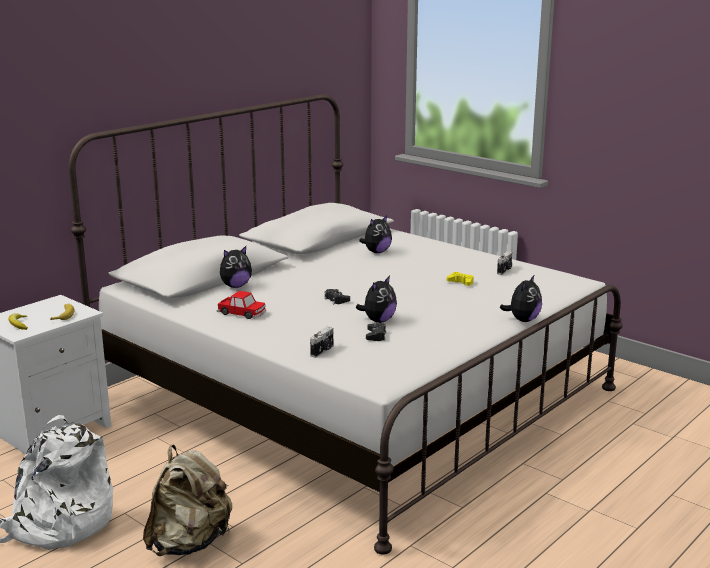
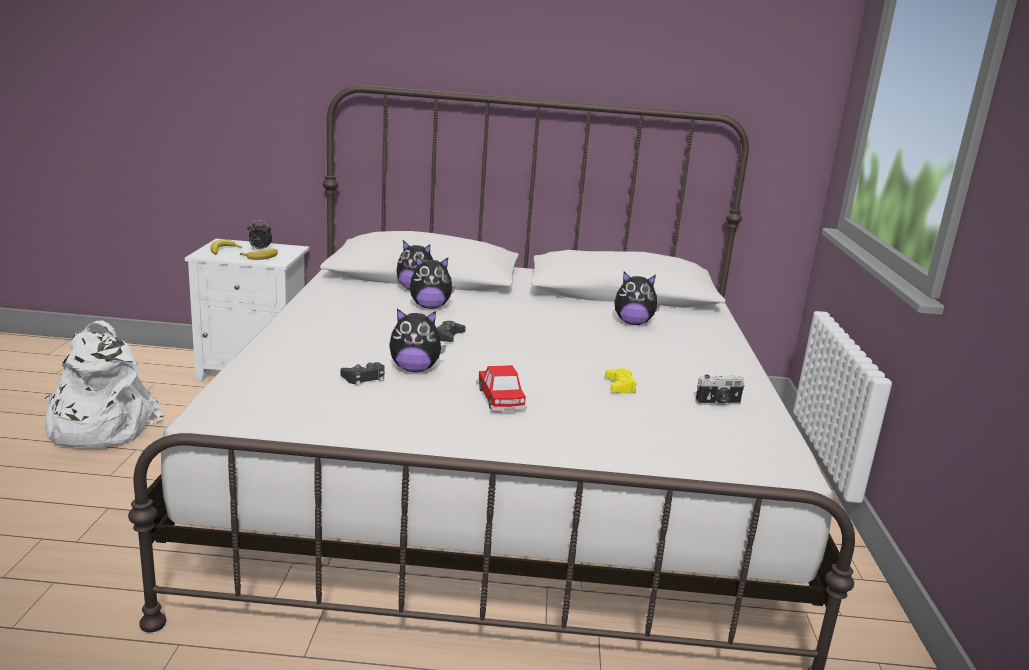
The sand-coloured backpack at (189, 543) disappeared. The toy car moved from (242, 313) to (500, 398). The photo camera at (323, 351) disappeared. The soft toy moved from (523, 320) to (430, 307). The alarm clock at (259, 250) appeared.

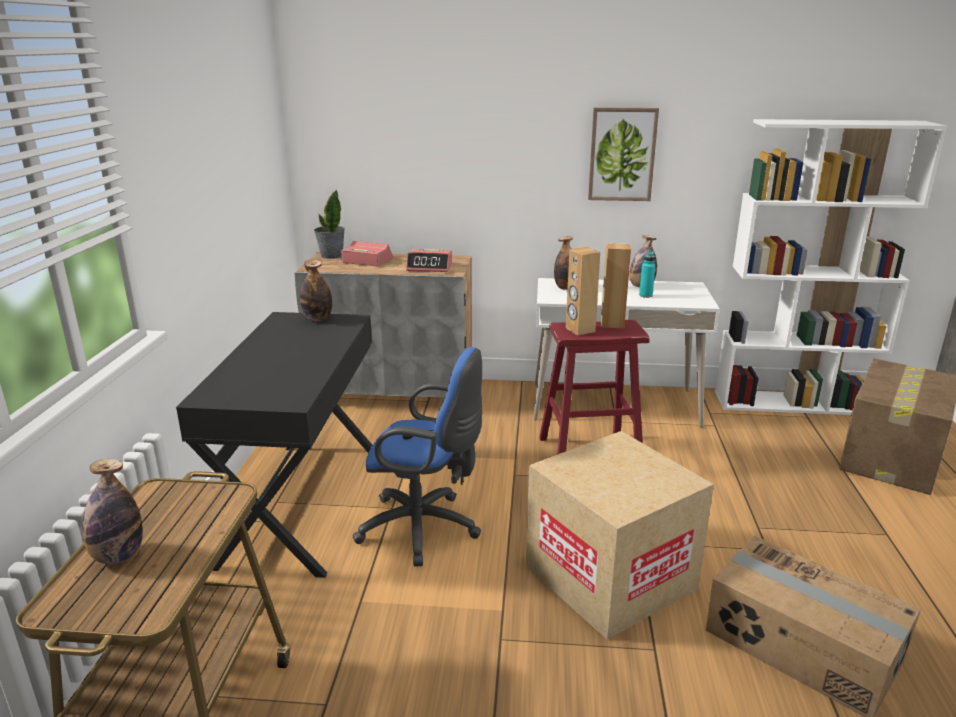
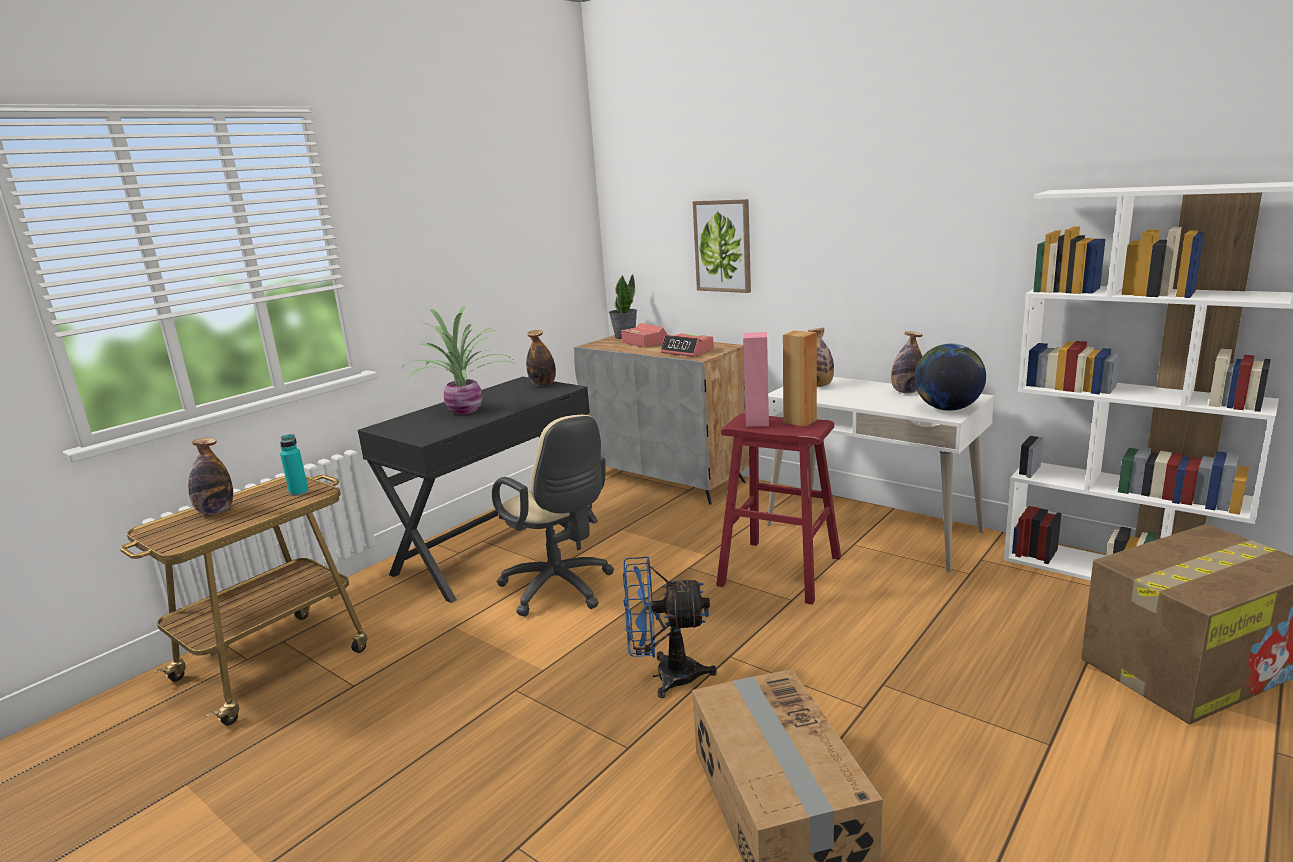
The bluish desk chair at (425, 529) became the sand-coloured desk chair at (561, 590). The packing box at (610, 577) was replaced by the bluish cooling fan at (665, 676). The brownish audio speaker at (579, 330) became the pinkish audio speaker at (756, 422). The picture moved from (622, 154) to (723, 246). The turquoise-coloured beverage bottle moved from (645, 295) to (299, 492). The houseplant at (466, 410) appeared. The world globe at (947, 408) appeared.

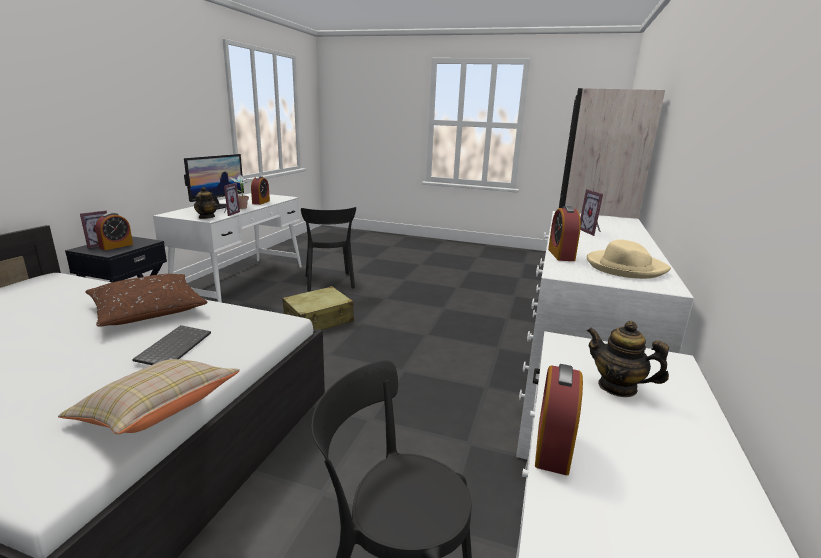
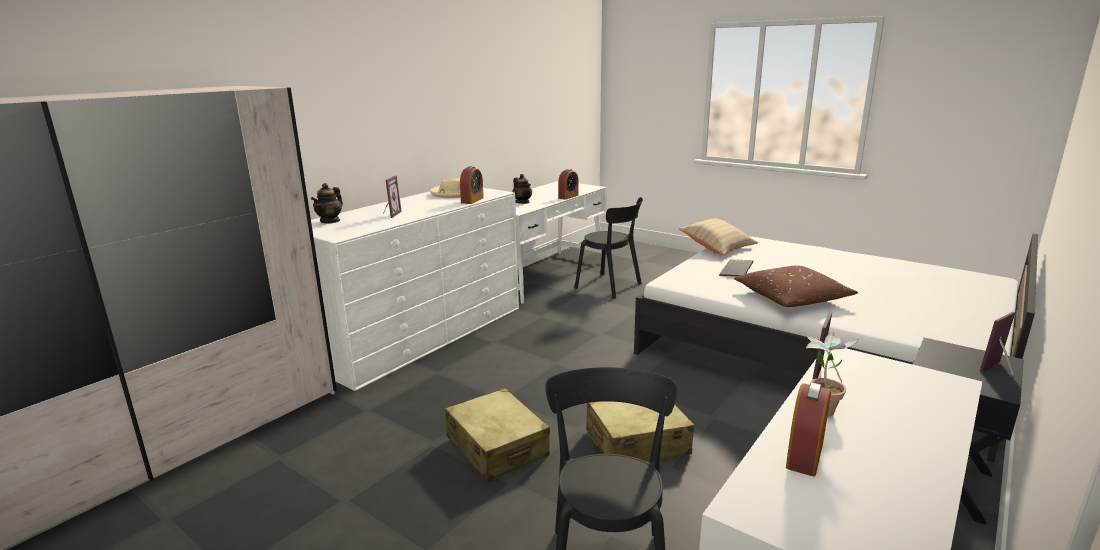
The alarm clock at (116, 246) disappeared. The monitor at (217, 207) disappeared. The tea pot moved from (206, 217) to (330, 221). The sand-coloured piece of luggage at (497, 447) appeared.

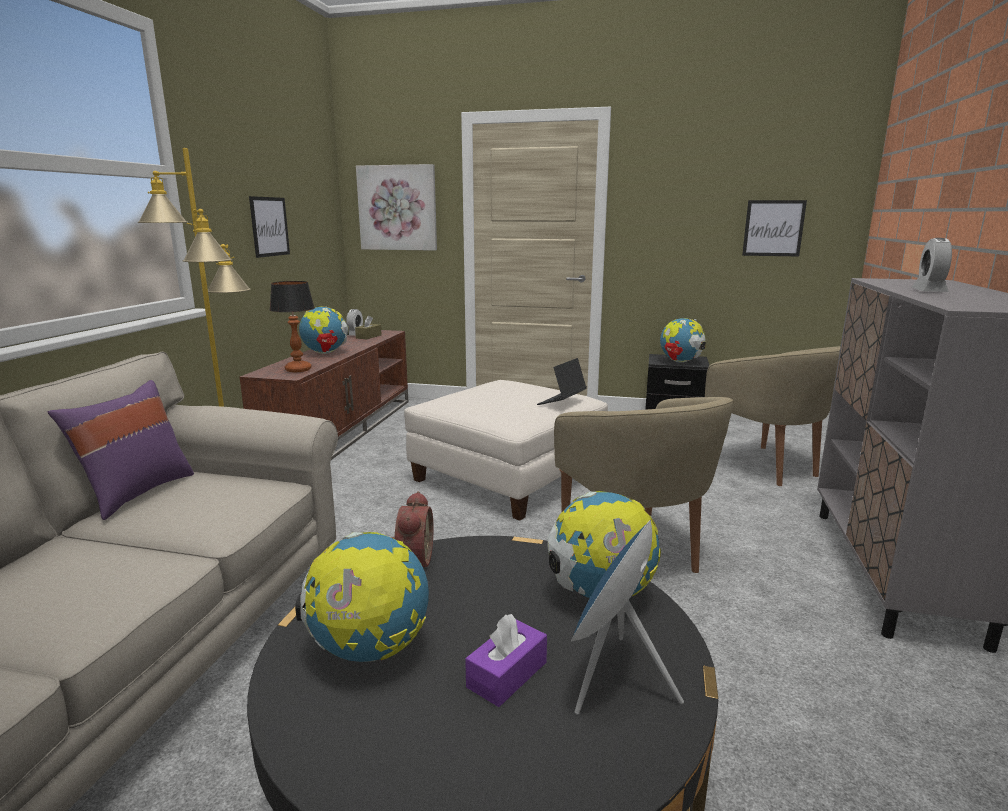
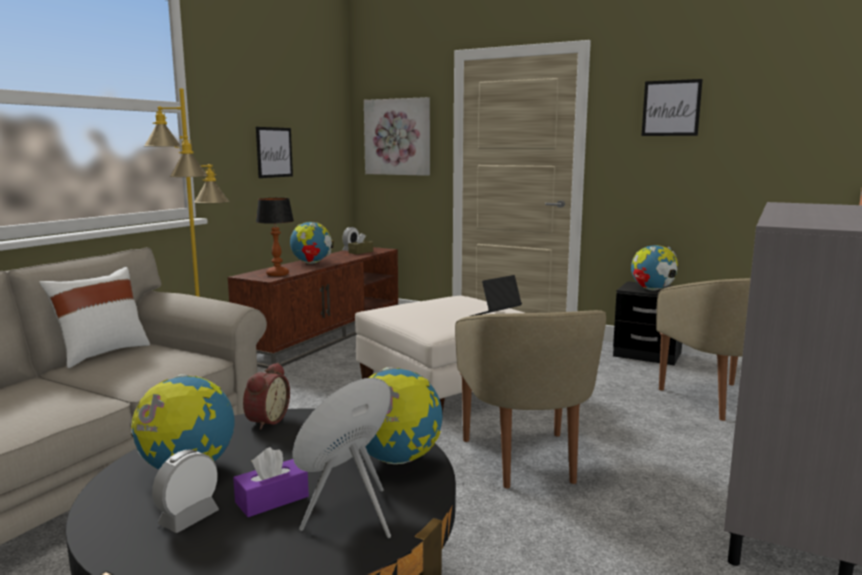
The purplish pillow at (136, 493) became the white pillow at (102, 353). The picture moved from (773, 228) to (671, 108). The alarm clock moved from (929, 291) to (189, 518).

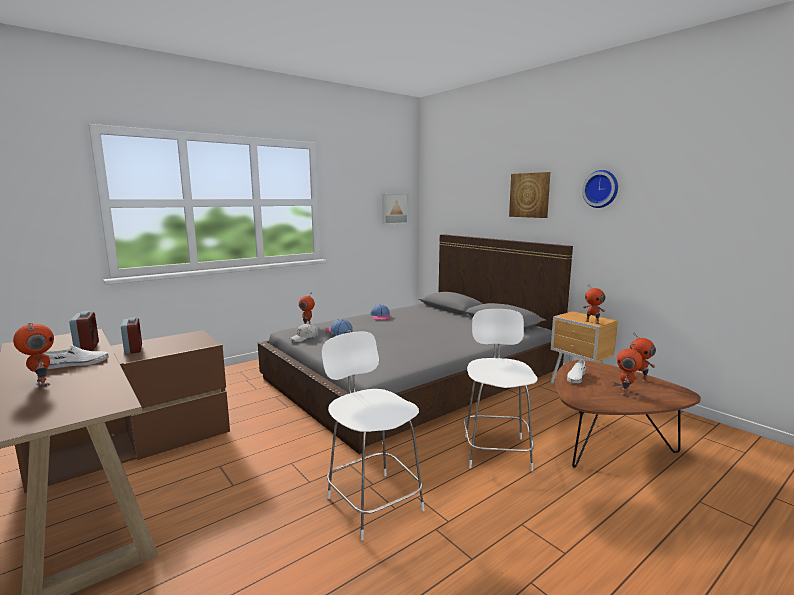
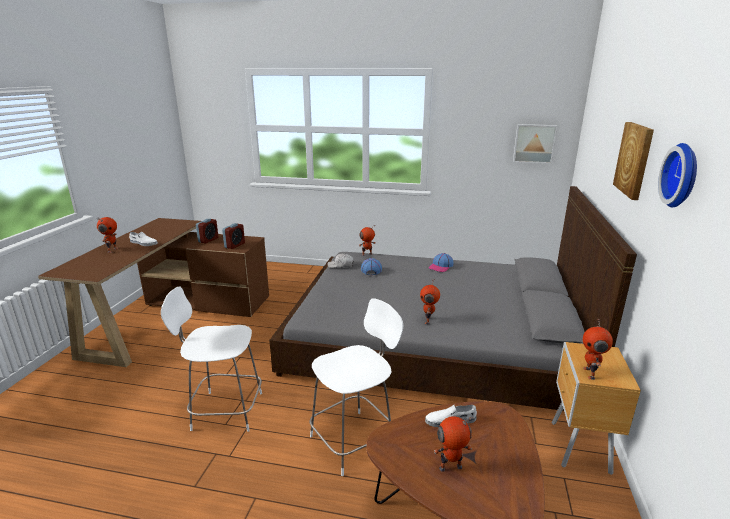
The alarm clock moved from (87, 347) to (234, 245). The white upright chair at (372, 502) turned 105 degrees counterclockwise. The model robot moved from (639, 378) to (428, 320).

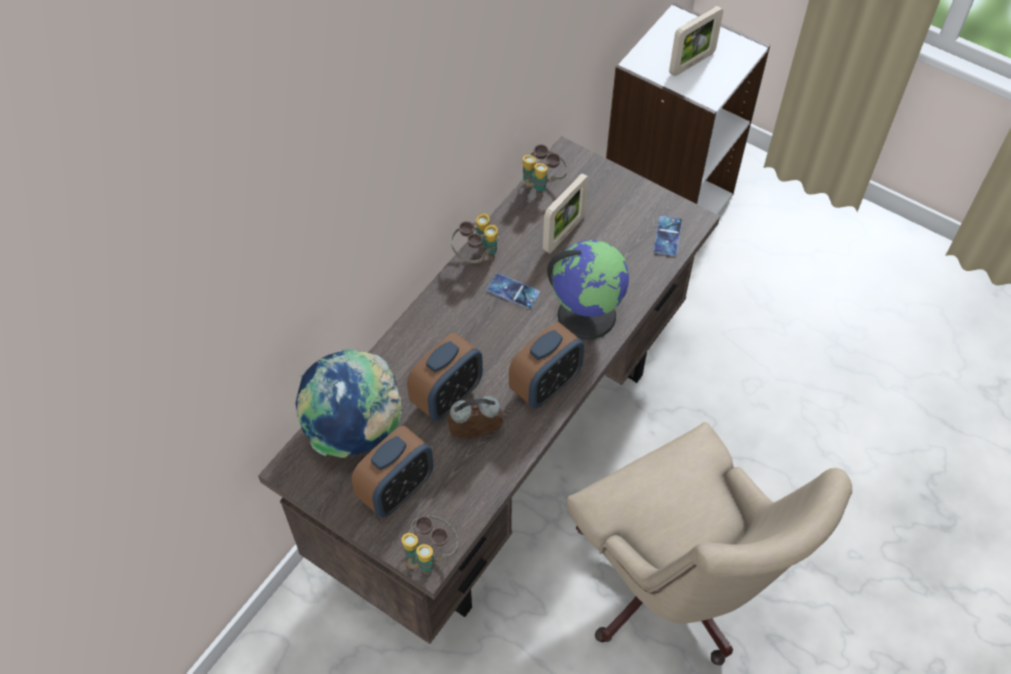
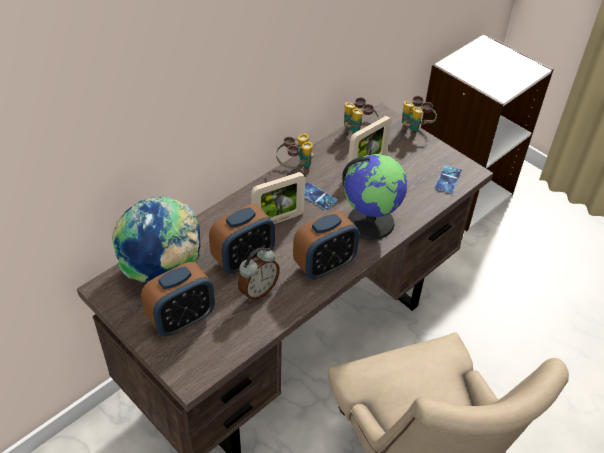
The pair of binoculars moved from (429, 555) to (415, 129). The alarm clock at (476, 434) turned 135 degrees clockwise. The photo frame moved from (692, 63) to (278, 220).

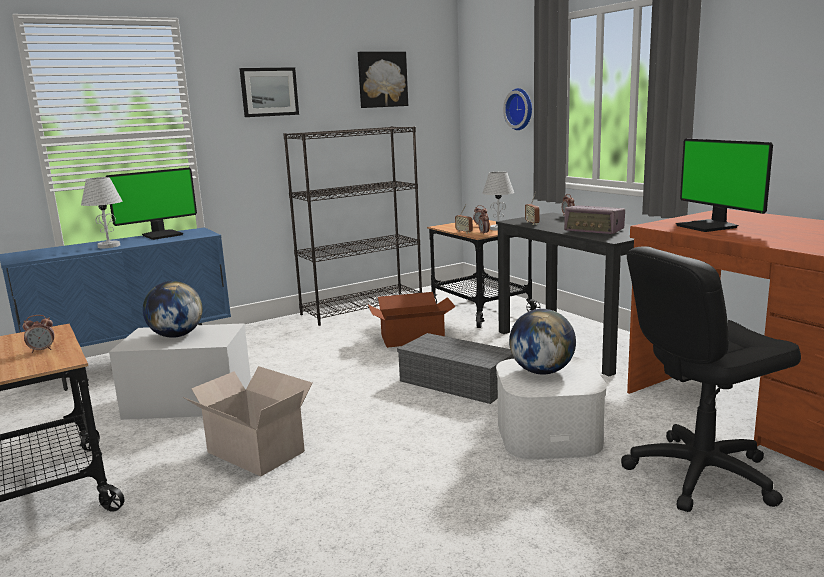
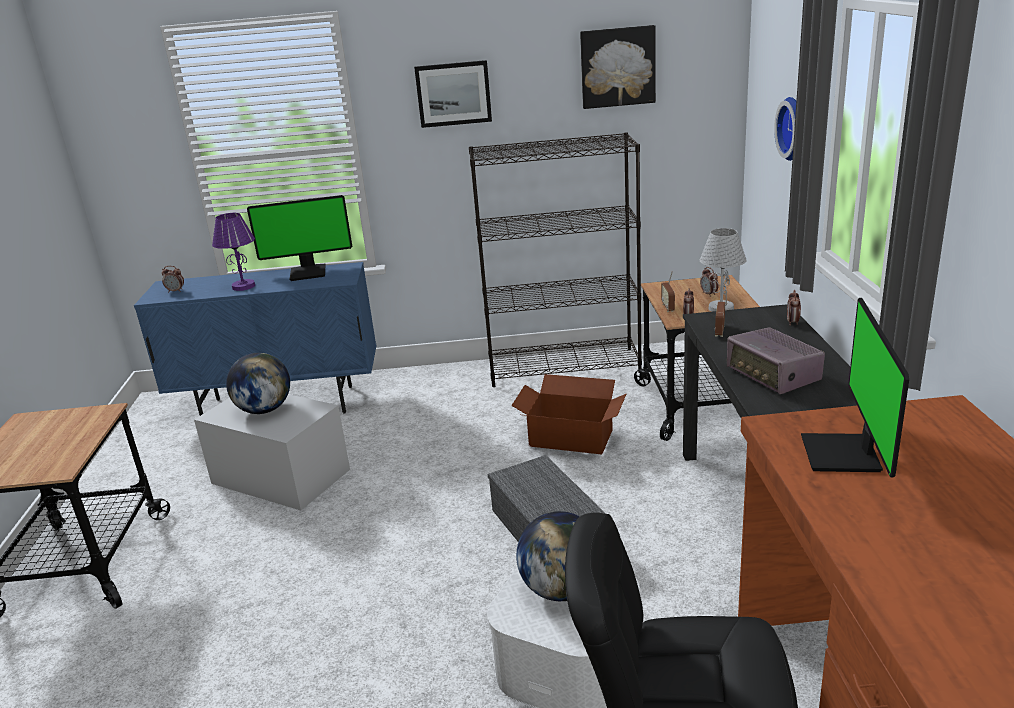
The alarm clock moved from (42, 350) to (176, 291). The white tabletop lamp at (109, 246) became the purplish tabletop lamp at (244, 286). The packing box at (254, 451) disappeared.

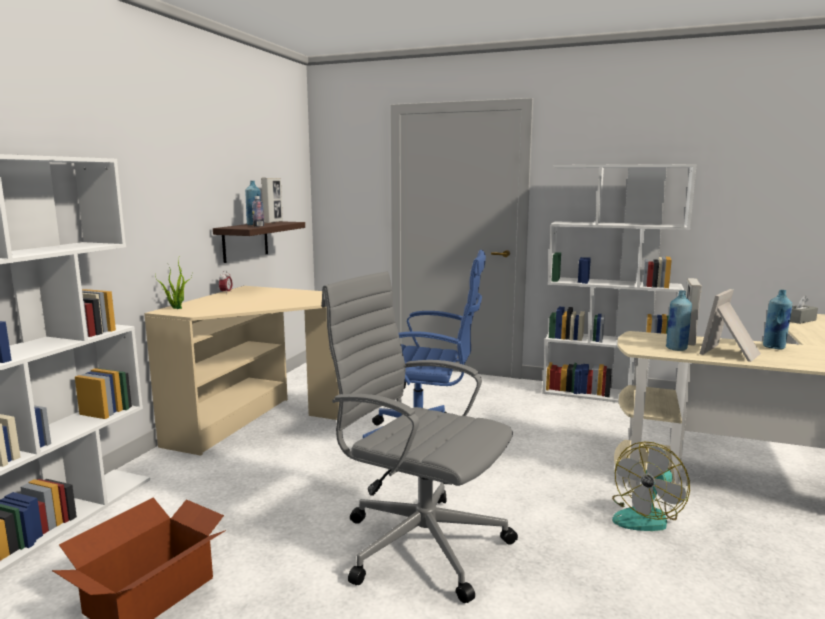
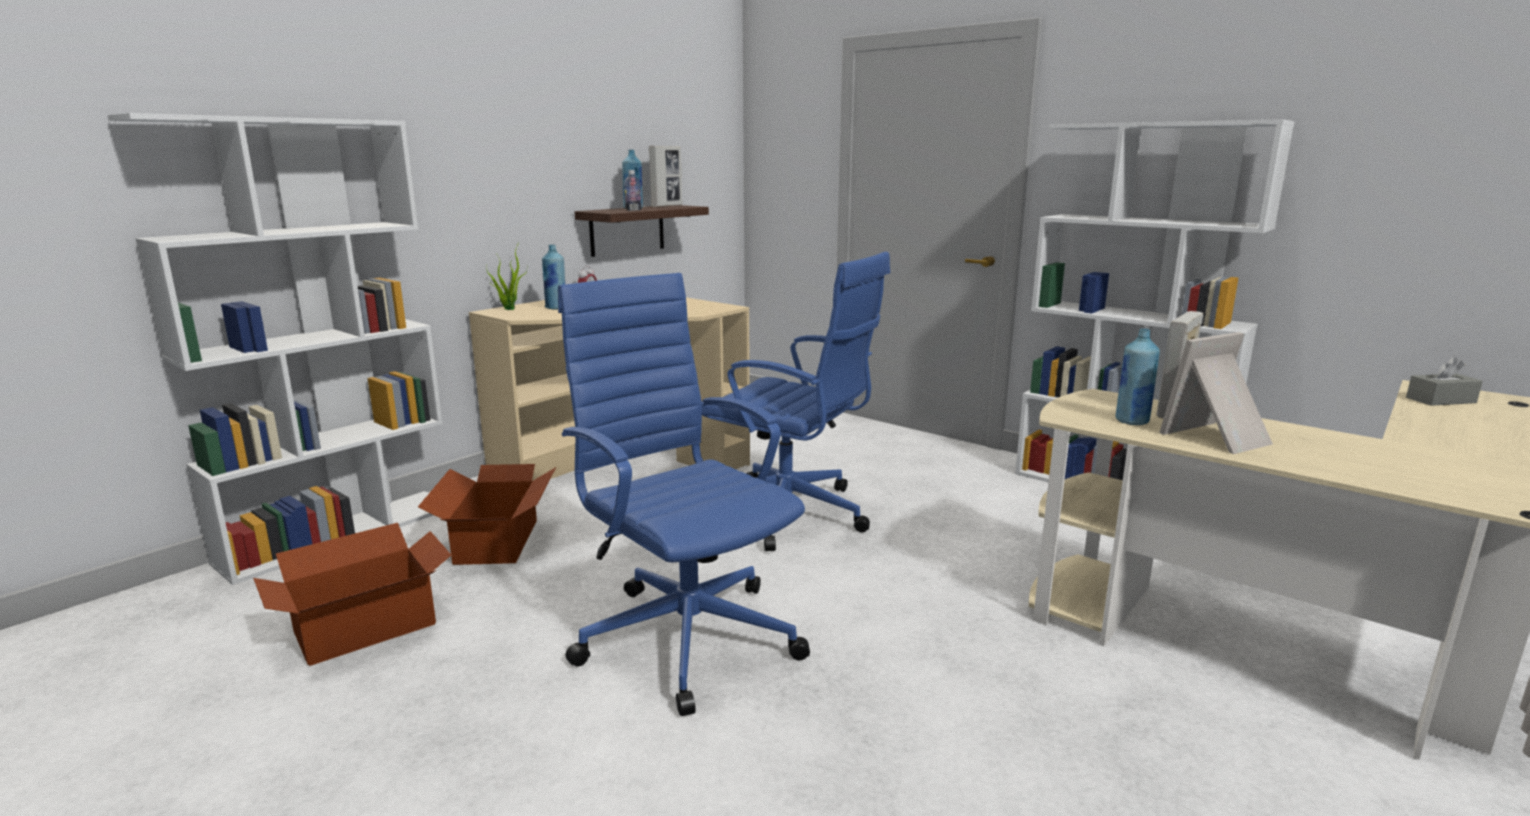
The greyish desk chair at (419, 543) became the bluish desk chair at (686, 634). The cooling fan at (646, 516) disappeared. The bluish beverage bottle moved from (774, 347) to (556, 308). The packing box at (498, 541) appeared.

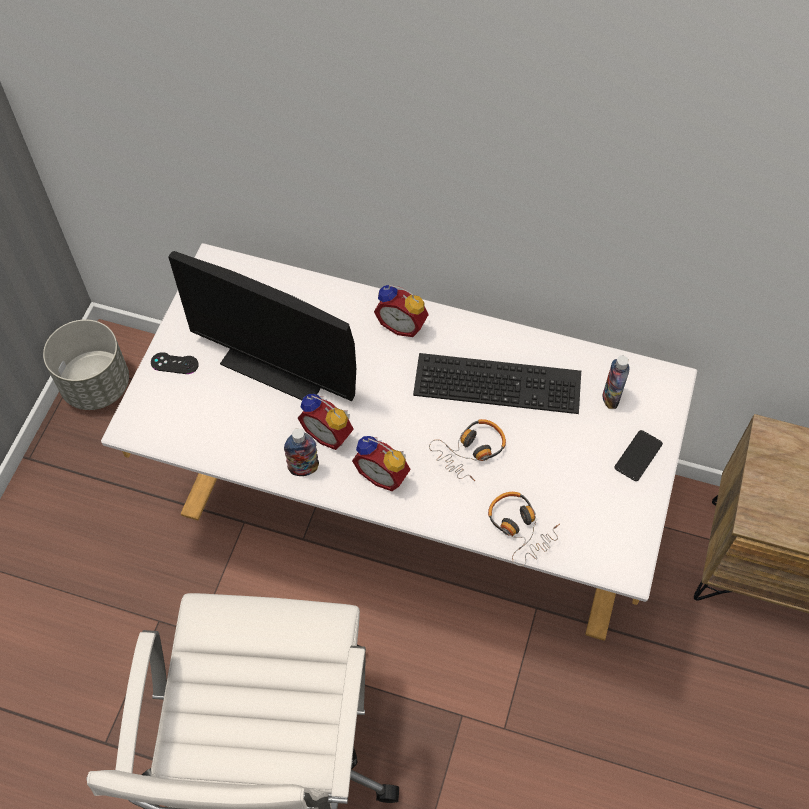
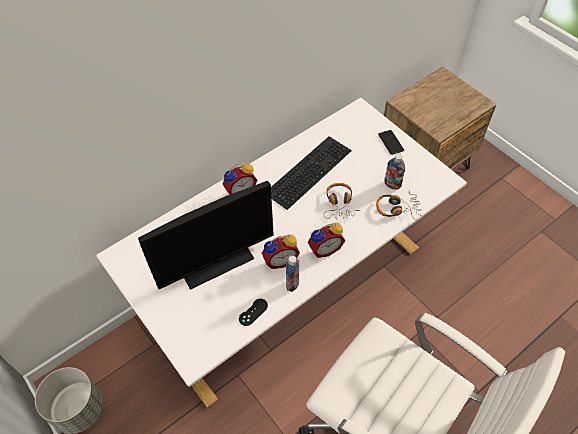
The black-coloured gamepad moved from (174, 363) to (253, 312). The beverage bottle moved from (610, 398) to (392, 185).

